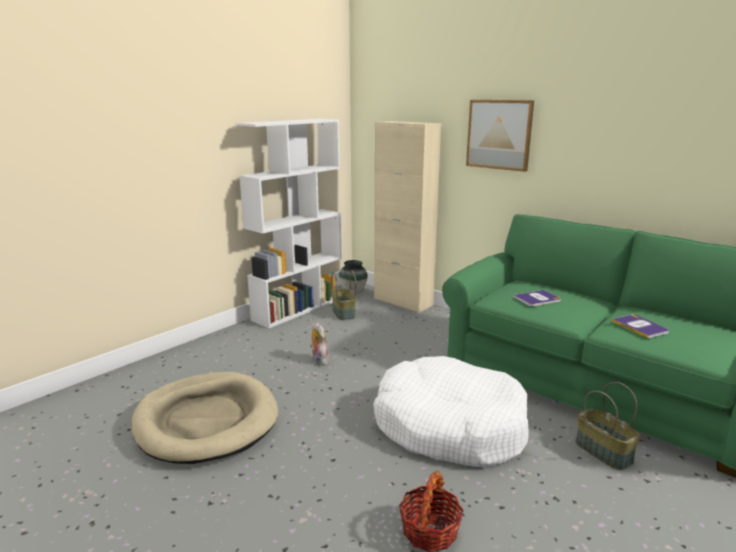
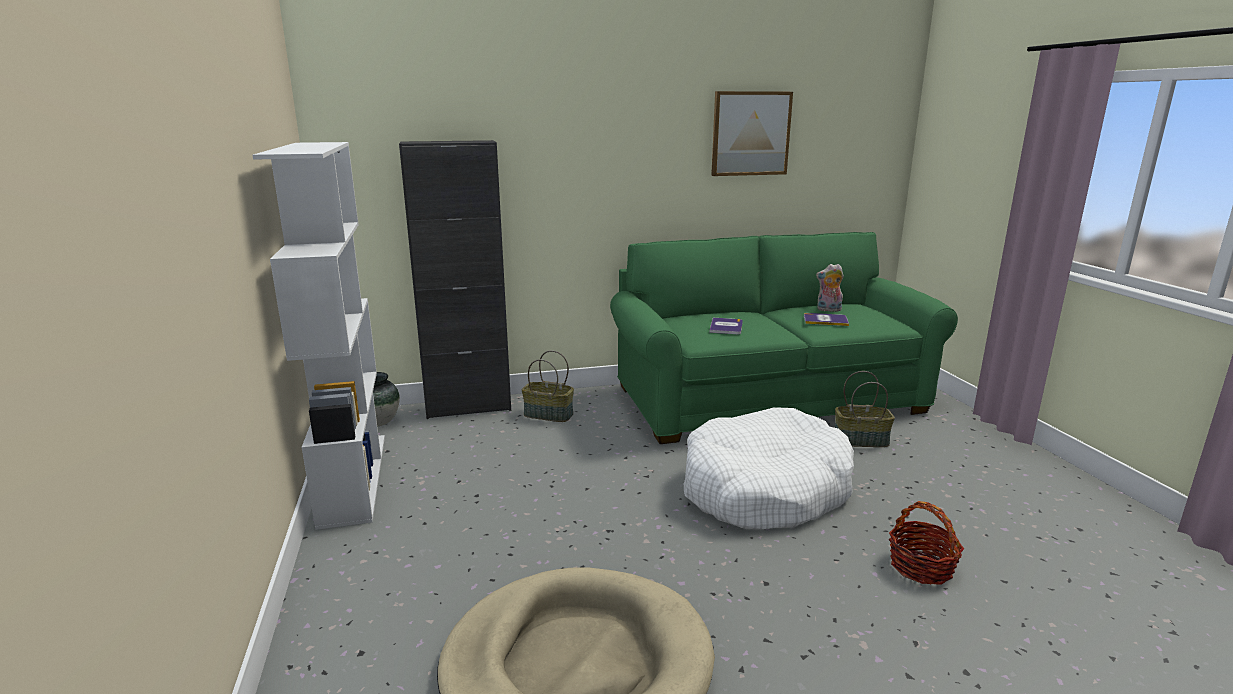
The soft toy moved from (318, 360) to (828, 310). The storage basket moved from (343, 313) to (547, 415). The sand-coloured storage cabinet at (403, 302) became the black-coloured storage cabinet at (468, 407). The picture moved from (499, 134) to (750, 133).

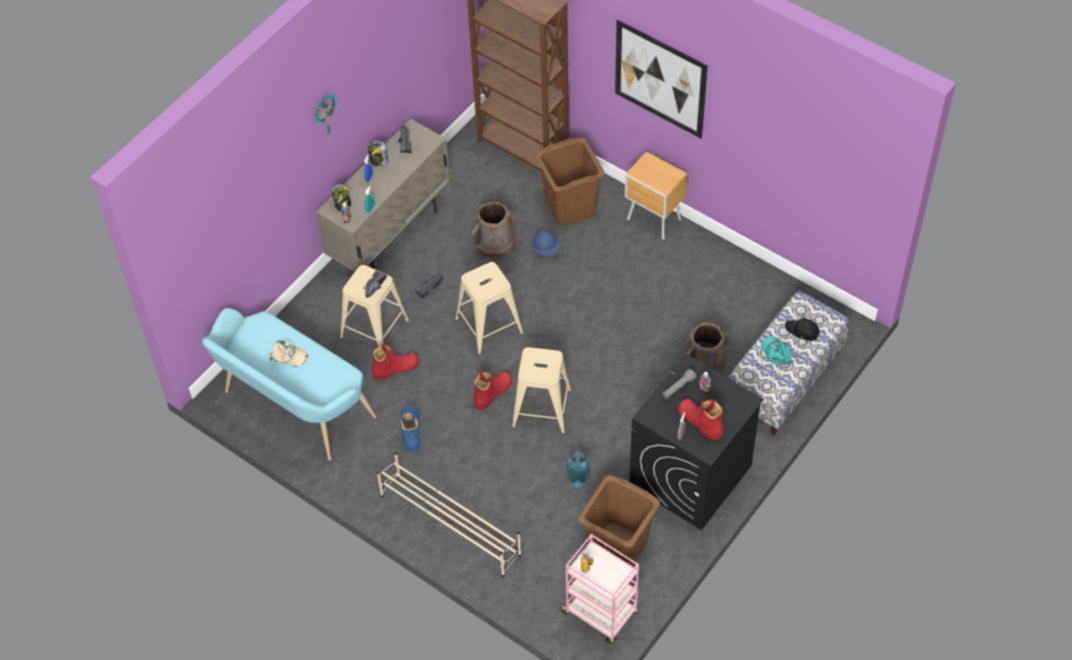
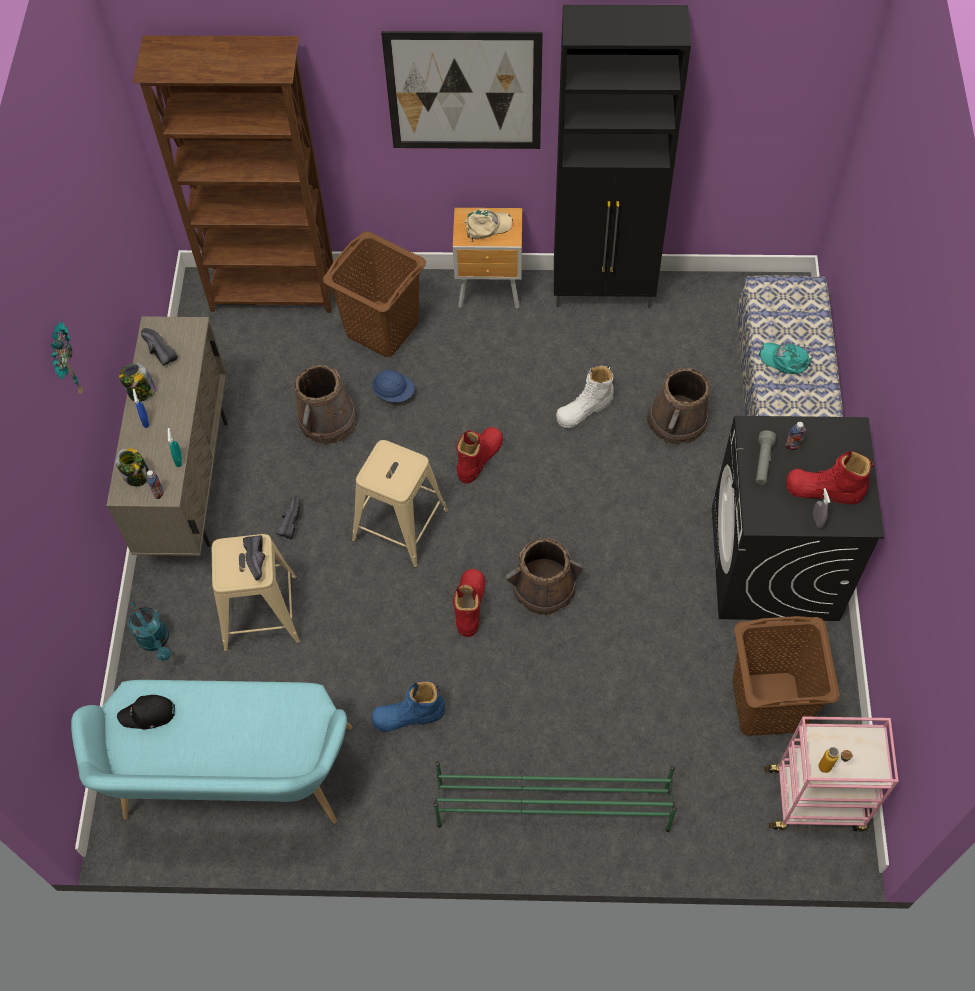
The sand-coloured cap moved from (288, 356) to (487, 226). The red-coloured high-top boot moved from (395, 368) to (479, 457). The sand-coloured shoe stand at (450, 524) became the greenish shoe stand at (552, 806). The bluish high-top boot at (411, 430) turned 60 degrees counterclockwise. The sand-coloured sitting stool at (542, 408) was replaced by the brownish water bucket at (543, 587). The turquoise-coloured sprinkling can moved from (578, 477) to (156, 641). The black-coloured cap moved from (802, 331) to (148, 714). The black-coloured storage cabinet at (604, 292) appeared. The white high-top boot at (584, 409) appeared.

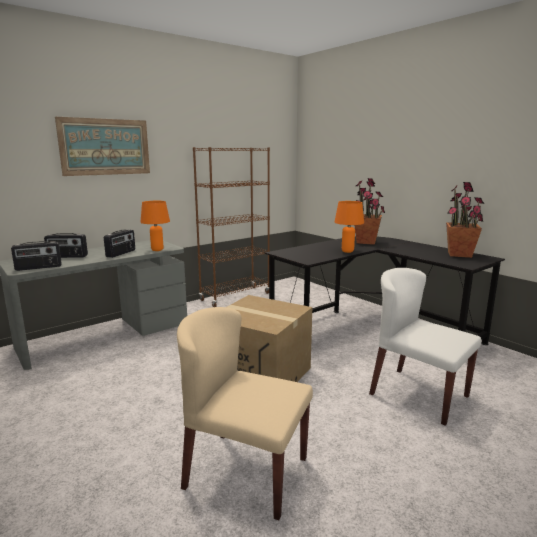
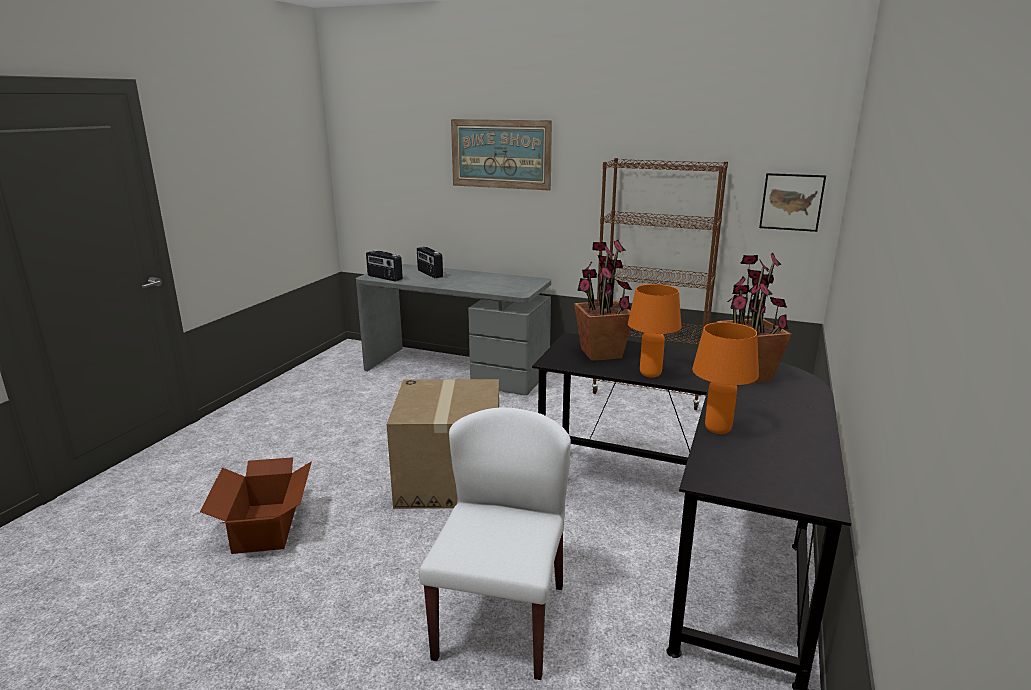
The radio at (121, 253) disappeared. The orange tabletop lamp moved from (157, 250) to (717, 429). The sand-coloured upright chair at (245, 472) was replaced by the packing box at (267, 526). The houseplant moved from (459, 254) to (600, 354). The picture at (791, 202) appeared.

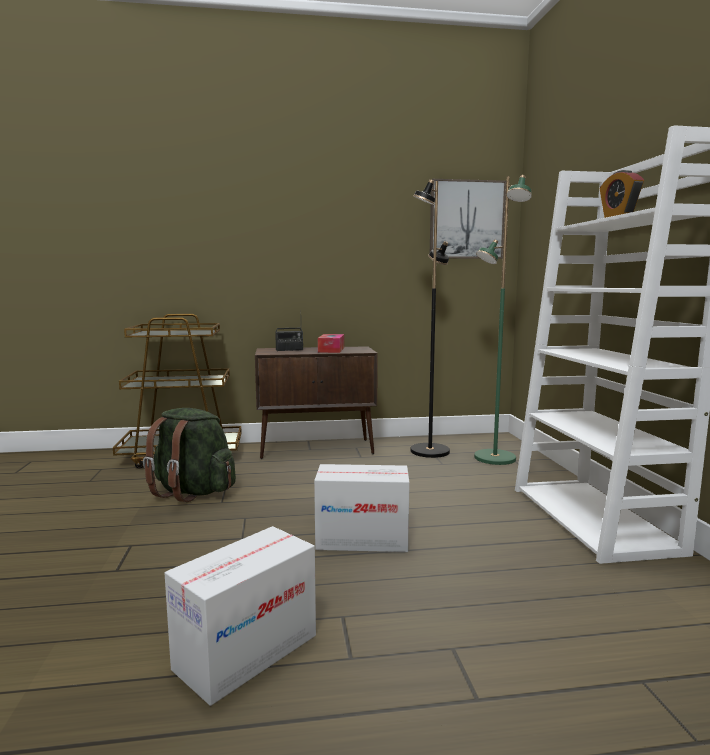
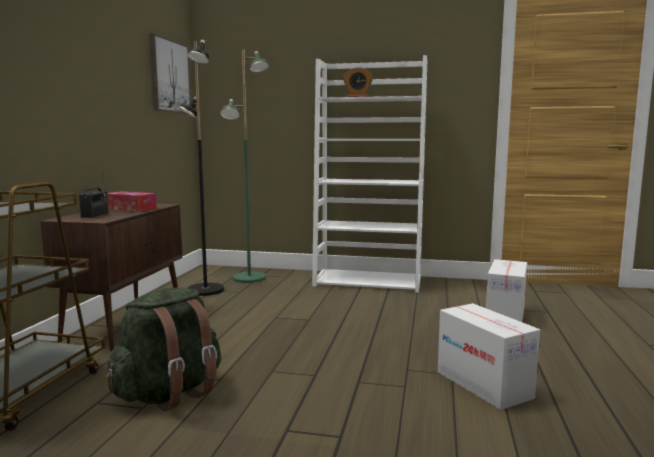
The packing box moved from (362, 539) to (505, 315).

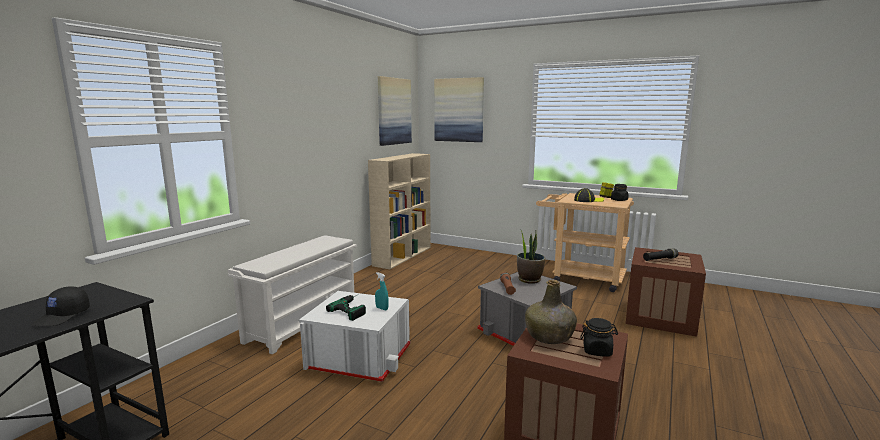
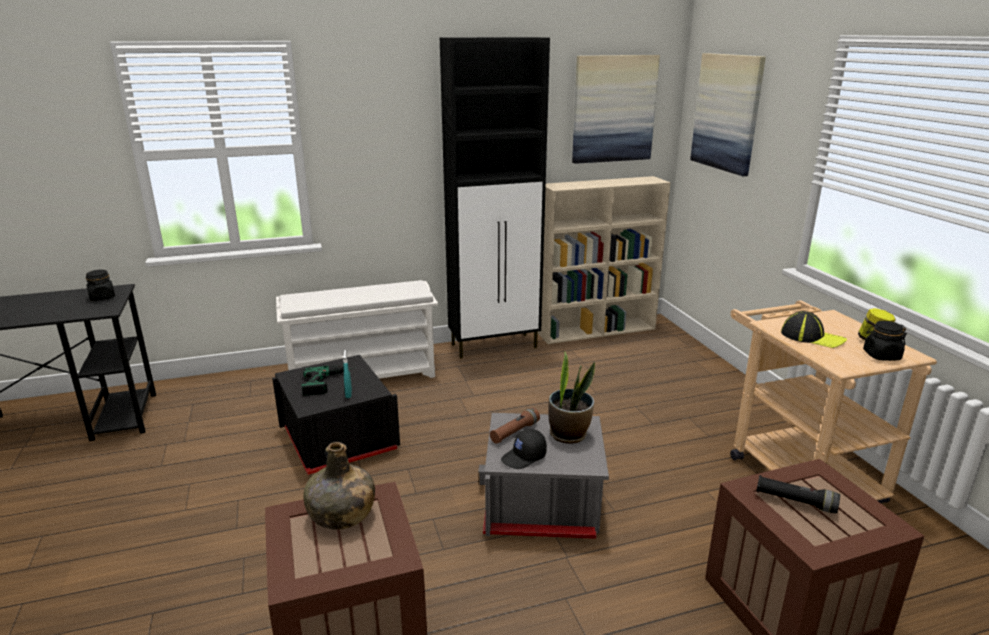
The black-coloured cap moved from (62, 316) to (524, 457). The white storage bin at (359, 358) became the black-coloured storage bin at (339, 439). The black-coloured preserve jar moved from (597, 351) to (102, 297). The black-coloured storage cabinet at (495, 346) appeared.

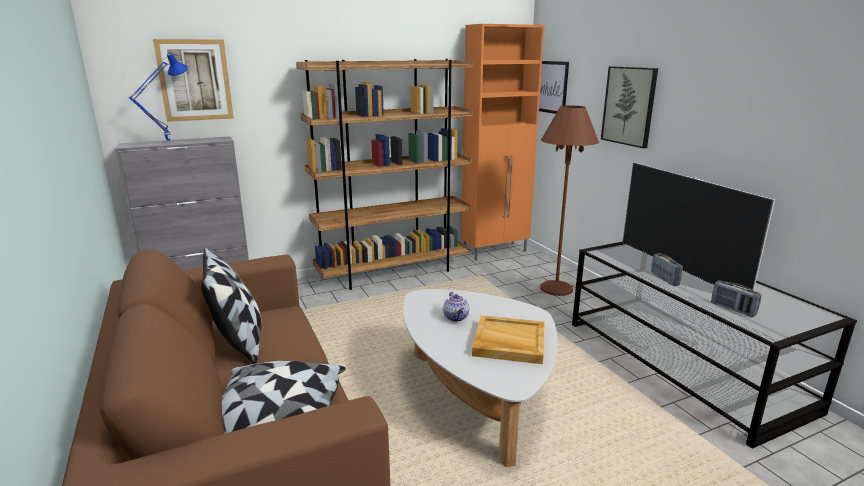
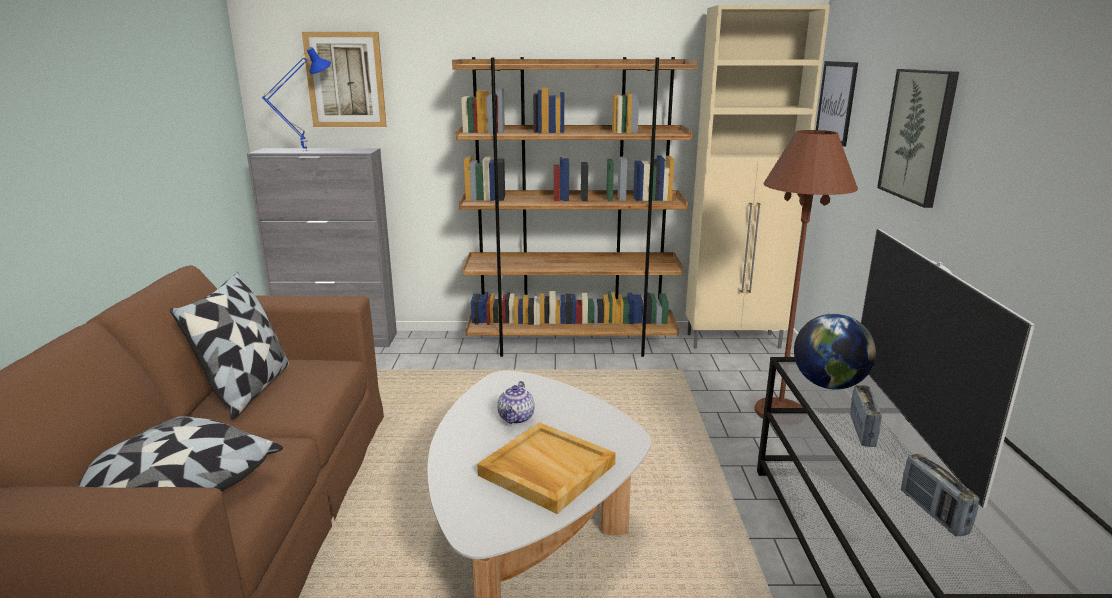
The orange storage cabinet at (496, 251) became the sand-coloured storage cabinet at (734, 341). The world globe at (828, 385) appeared.

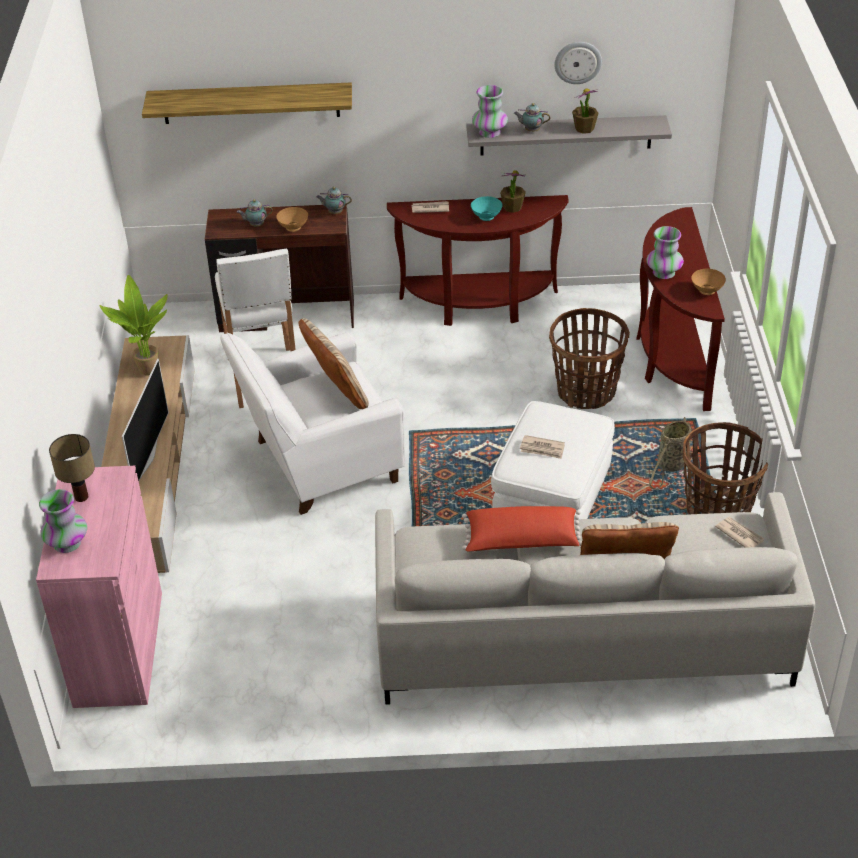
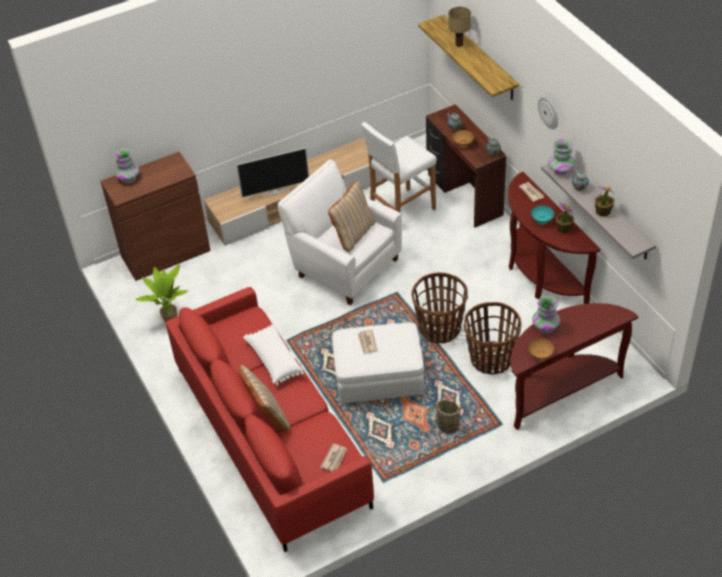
The pinkish storage cabinet at (119, 648) became the brownish storage cabinet at (165, 253). The tabletop lamp moved from (80, 497) to (458, 44). The houseplant moved from (145, 371) to (170, 319). The greyish sofa at (582, 636) became the red-coloured sofa at (271, 435). The red-coloured pillow at (521, 541) became the white pillow at (274, 360). The wall clock moved from (578, 62) to (549, 112). The storage basket moved from (718, 512) to (440, 329).

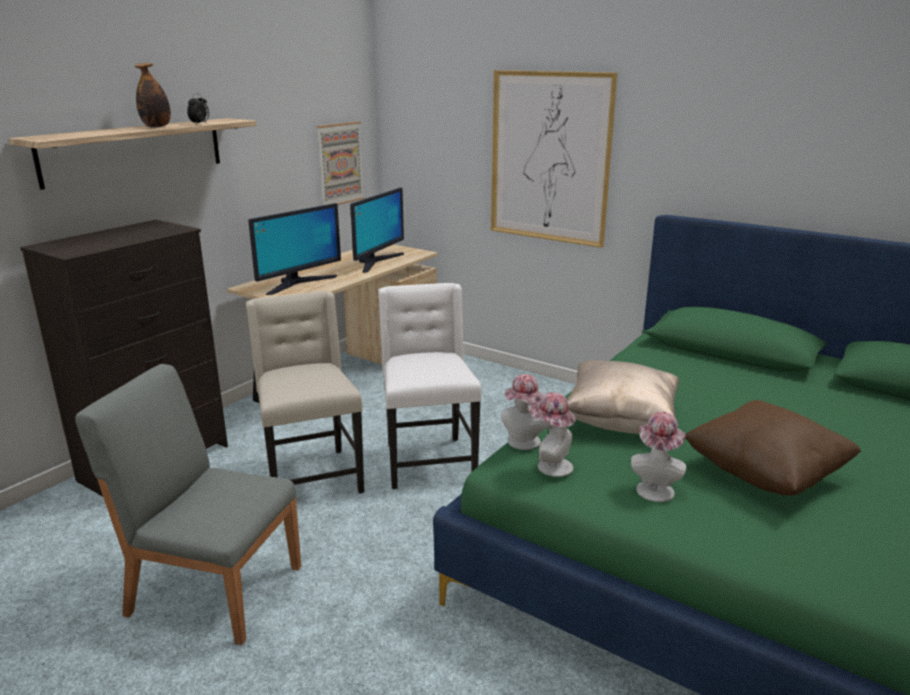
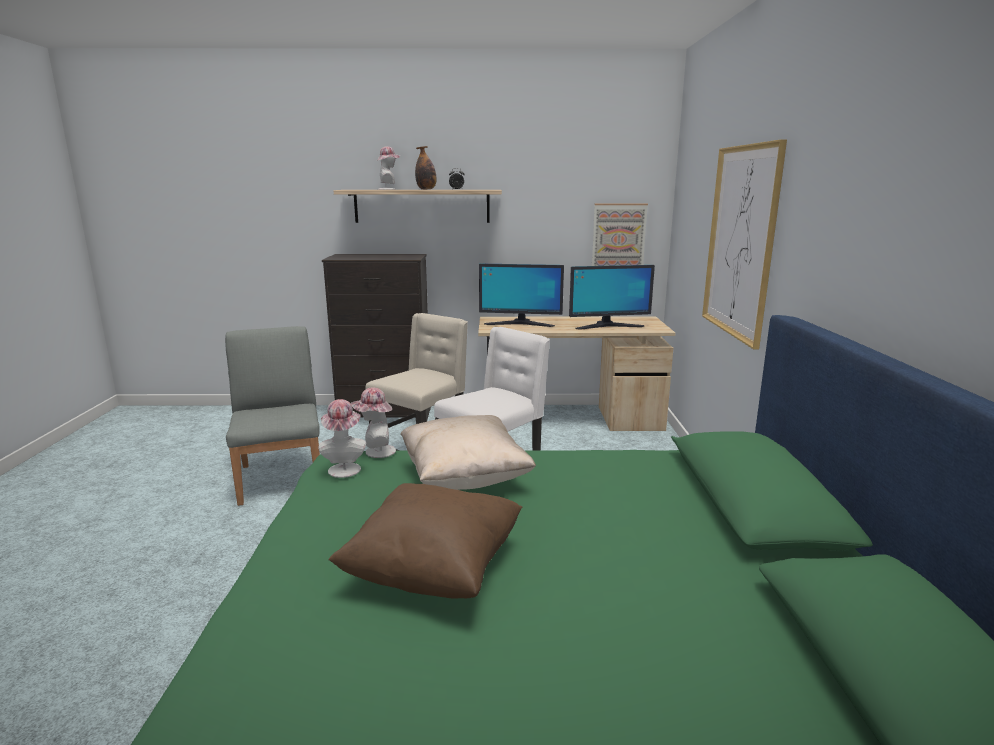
The wearable hat moved from (655, 488) to (389, 189).

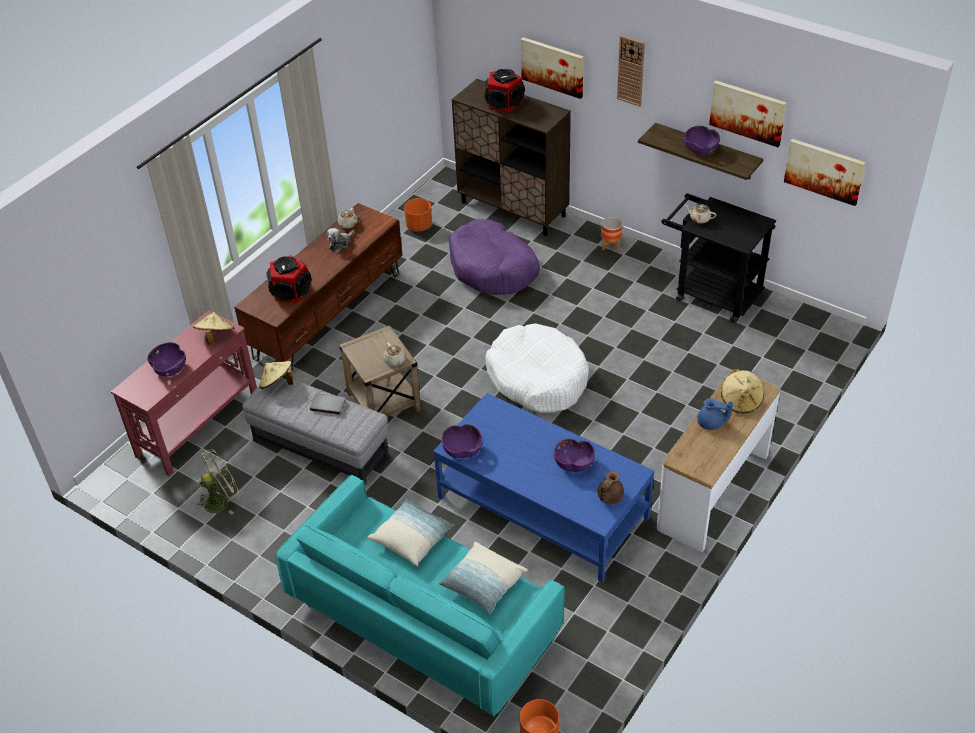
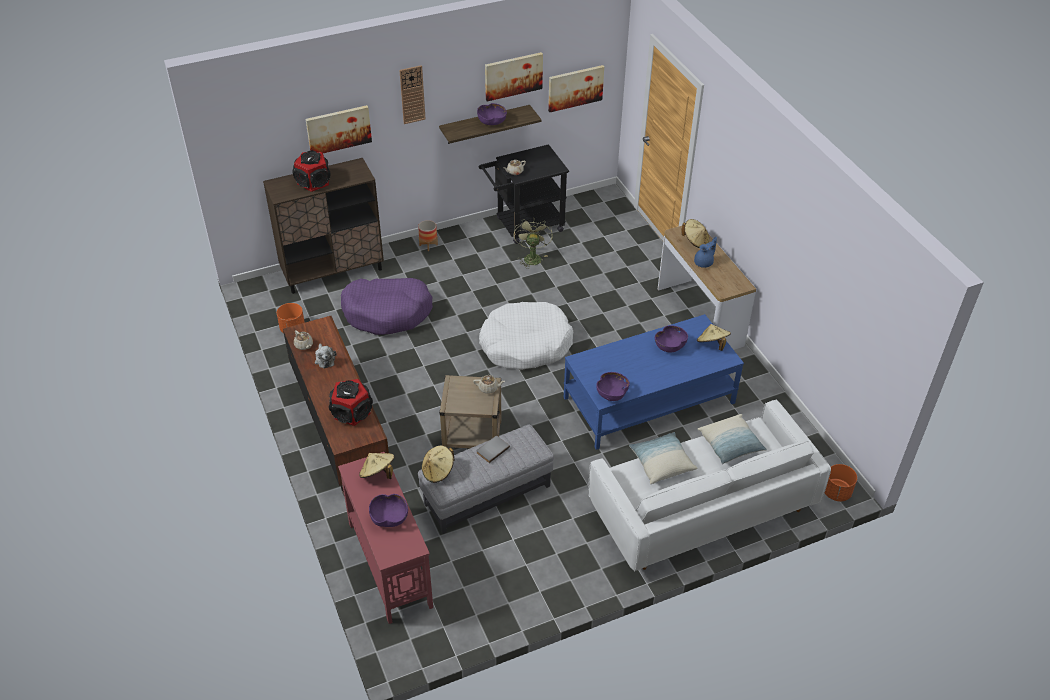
The greenish cooling fan moved from (221, 500) to (531, 257). The turquoise-coloured sofa at (424, 618) became the white sofa at (701, 507). The brownish tea pot at (609, 497) was replaced by the sand-coloured wearable hat at (712, 344).

